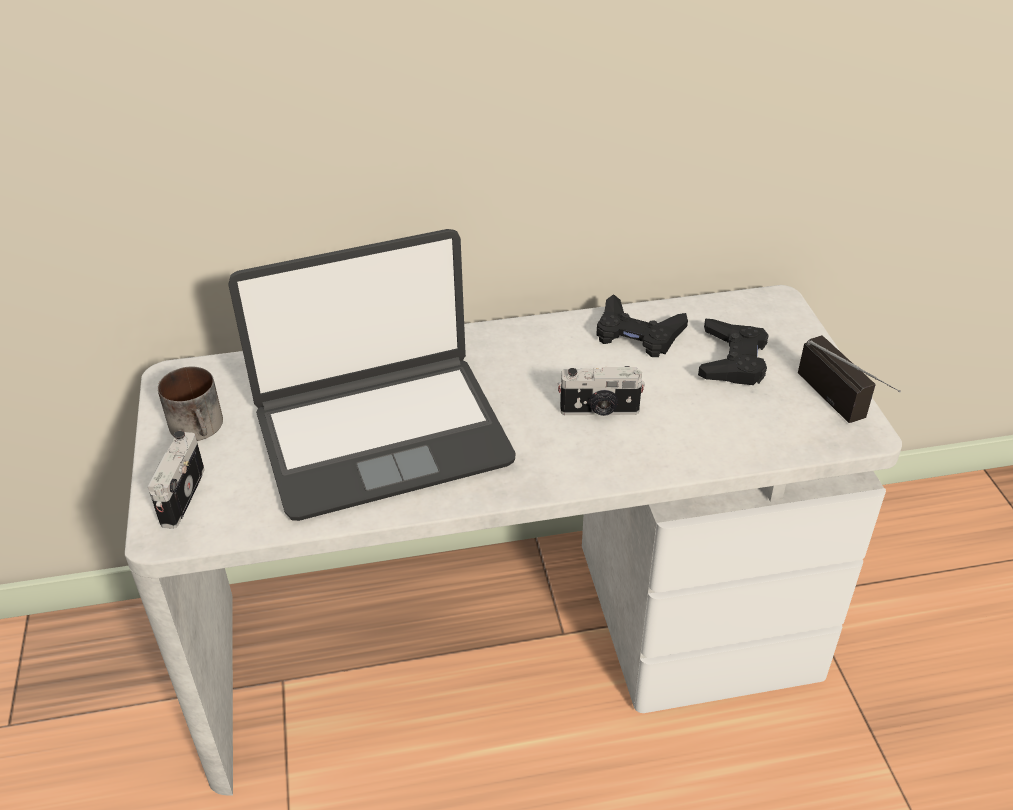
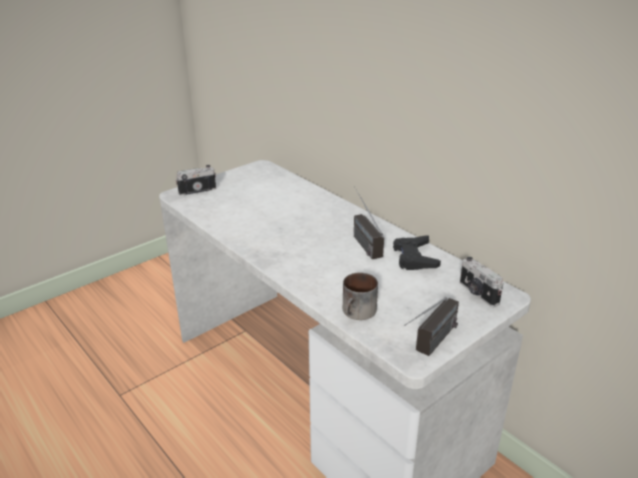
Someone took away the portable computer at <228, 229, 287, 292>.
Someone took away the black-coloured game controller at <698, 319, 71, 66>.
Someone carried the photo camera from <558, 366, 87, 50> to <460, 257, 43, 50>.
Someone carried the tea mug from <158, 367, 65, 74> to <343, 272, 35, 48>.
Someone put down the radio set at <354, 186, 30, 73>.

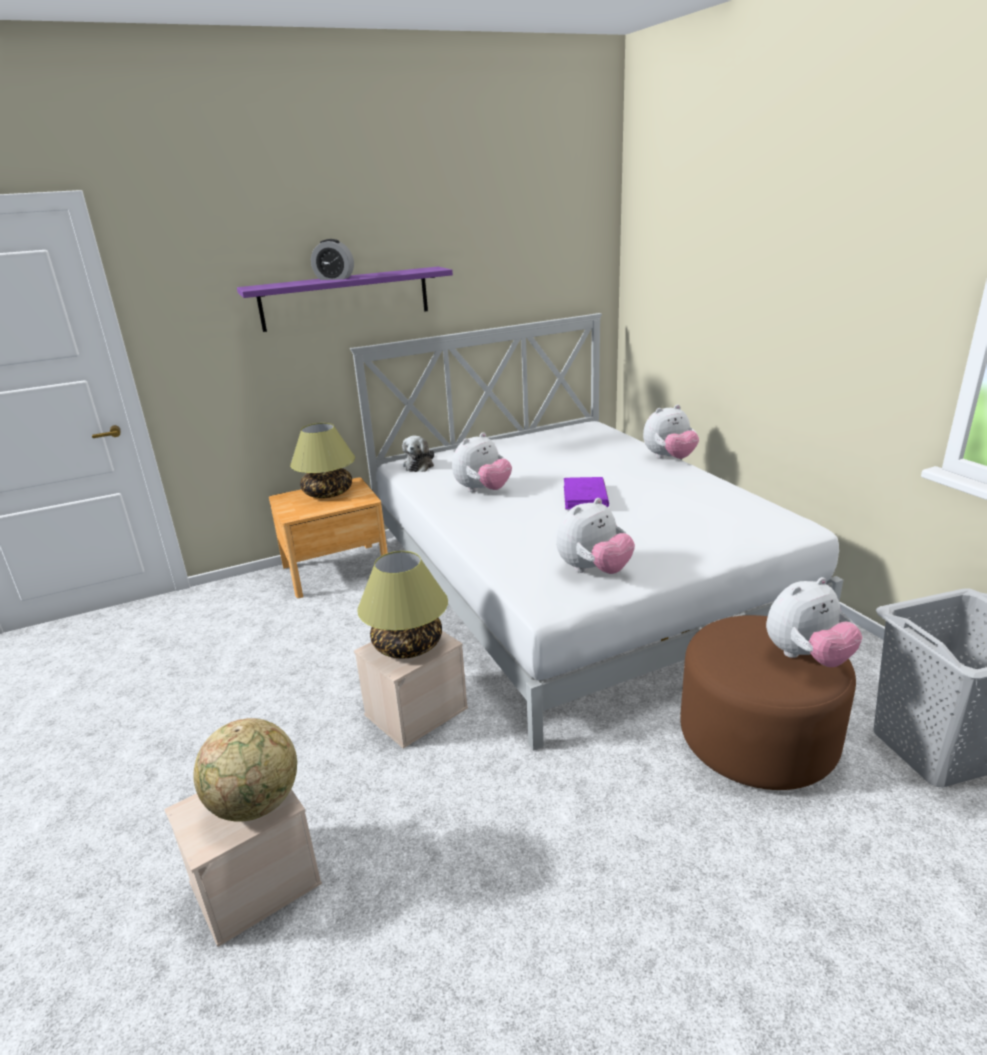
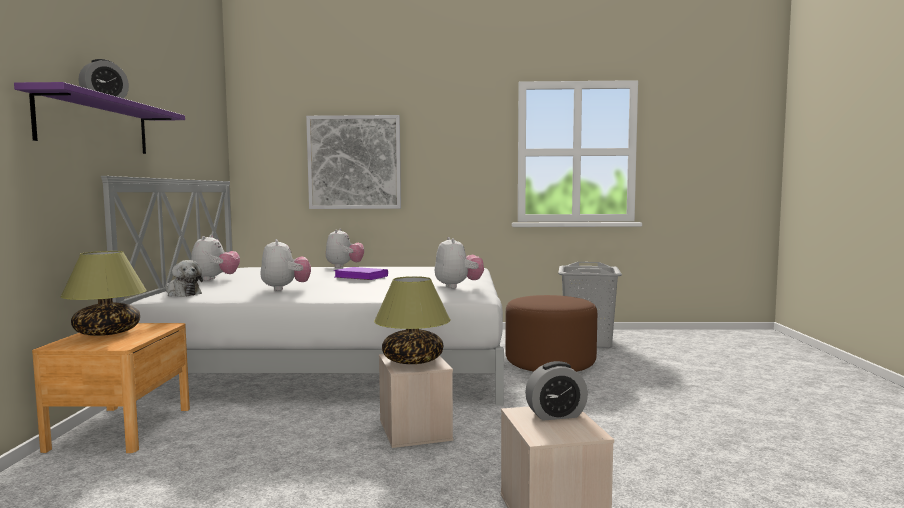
Someone carried the soft toy from <766, 577, 96, 90> to <191, 235, 49, 46>.
Someone swapped the world globe at <194, 718, 103, 104> for the bedside clock at <525, 361, 63, 60>.
Someone put up the wall art at <306, 115, 95, 94>.

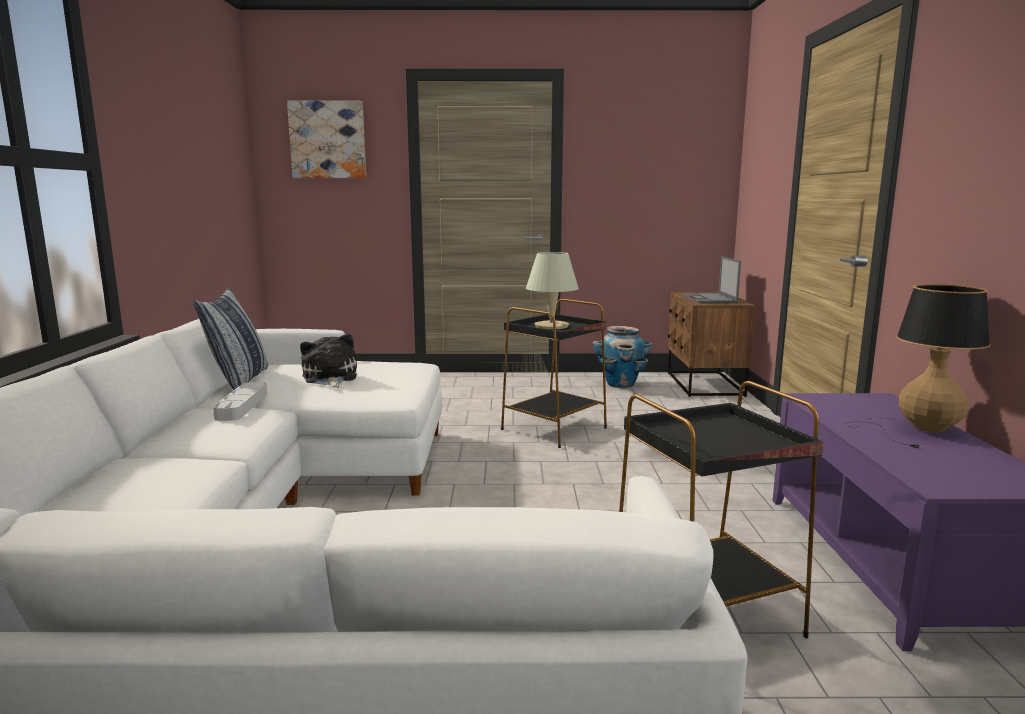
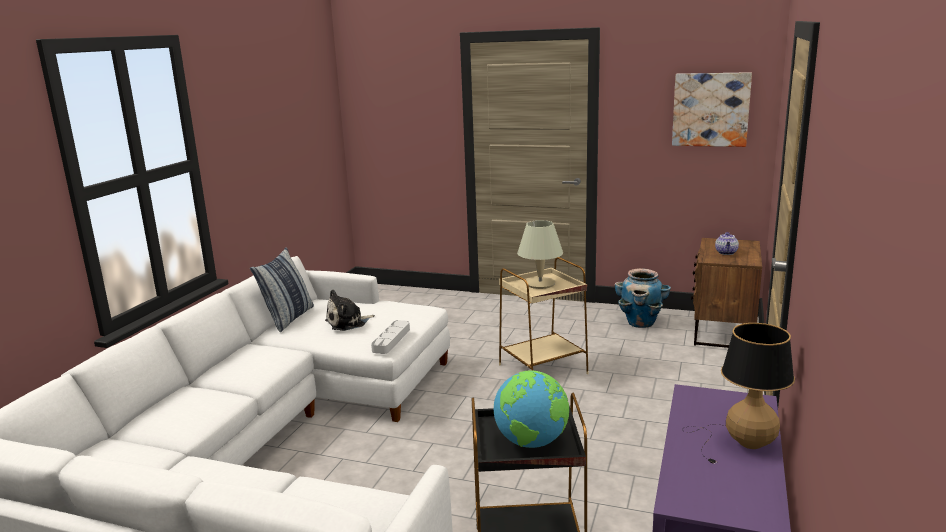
Someone carried the wall art from <287, 101, 79, 77> to <672, 72, 80, 75>.
Someone swapped the portable computer at <683, 256, 58, 47> for the pot for tea at <715, 232, 24, 23>.
Someone repainted the black-coloured end table at <501, 299, 106, 149>, which became the beige-coloured end table at <499, 257, 90, 117>.
Someone rotated the soft toy at <300, 334, 57, 54> by 120 degrees counterclockwise.
Someone carried the gray tray from <213, 382, 54, 39> to <371, 320, 39, 34>.
Someone put down the world globe at <494, 370, 75, 78>.

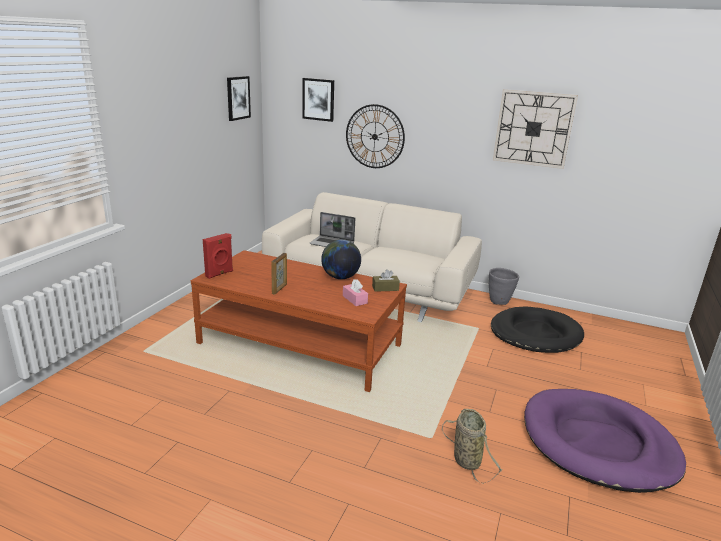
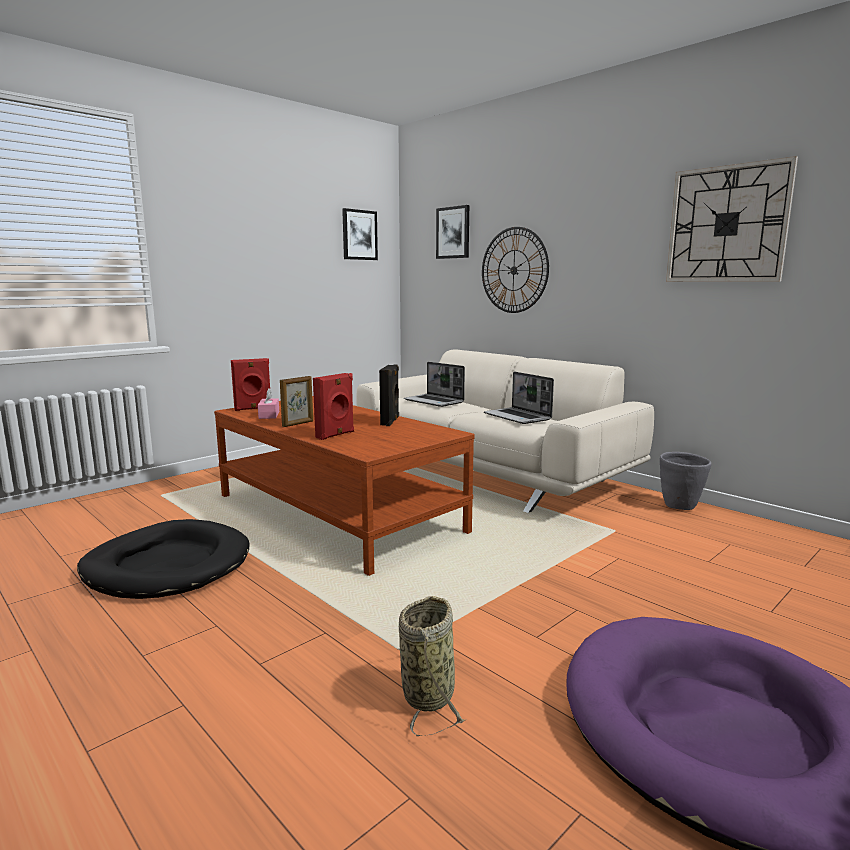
Someone swapped the world globe at <321, 240, 40, 39> for the black-coloured loudspeaker at <379, 364, 20, 62>.
Someone took away the brown box of tissues at <372, 269, 28, 23>.
Someone carried the pinkish box of tissues from <343, 279, 25, 27> to <258, 388, 21, 31>.
Someone carried the black-coloured dog cushion from <491, 307, 93, 46> to <77, 519, 173, 80>.
Someone put down the portable computer at <484, 372, 70, 52>.
Someone put down the red-coloured loudspeaker at <313, 373, 41, 67>.

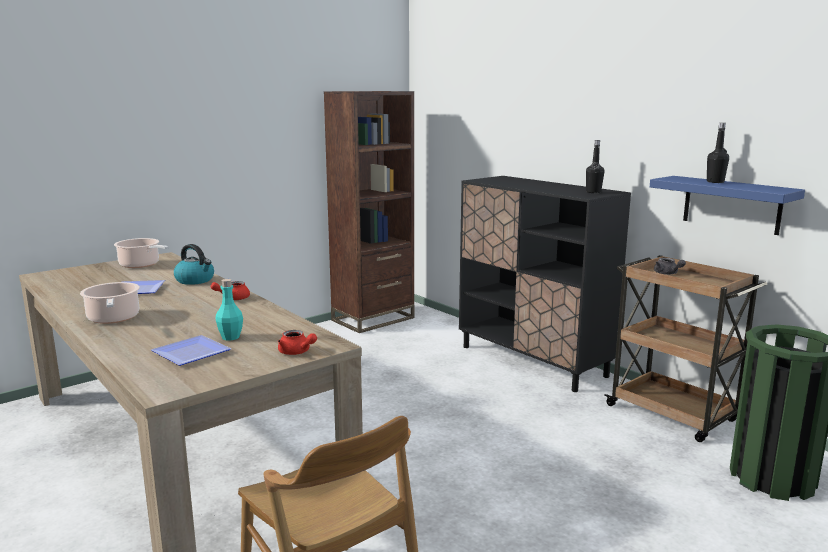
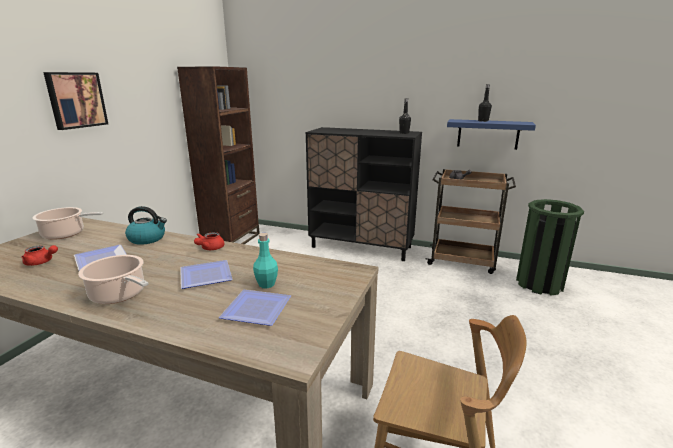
Someone carried the red-coloured pot for tea from <278, 330, 39, 25> to <22, 245, 36, 21>.
Someone put up the wall art at <43, 72, 65, 58>.
Someone put down the flat dish at <180, 260, 53, 29>.

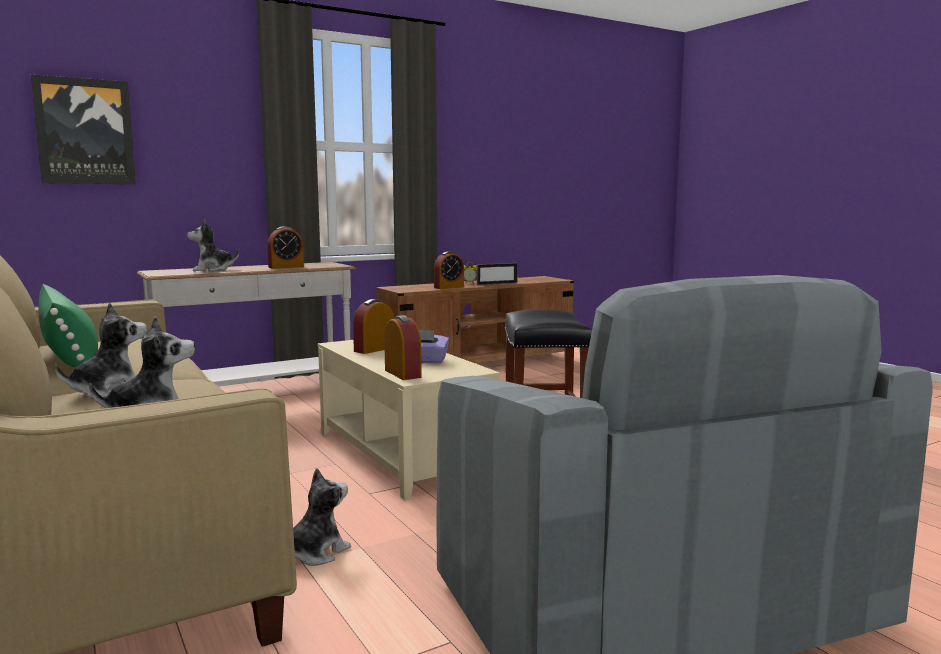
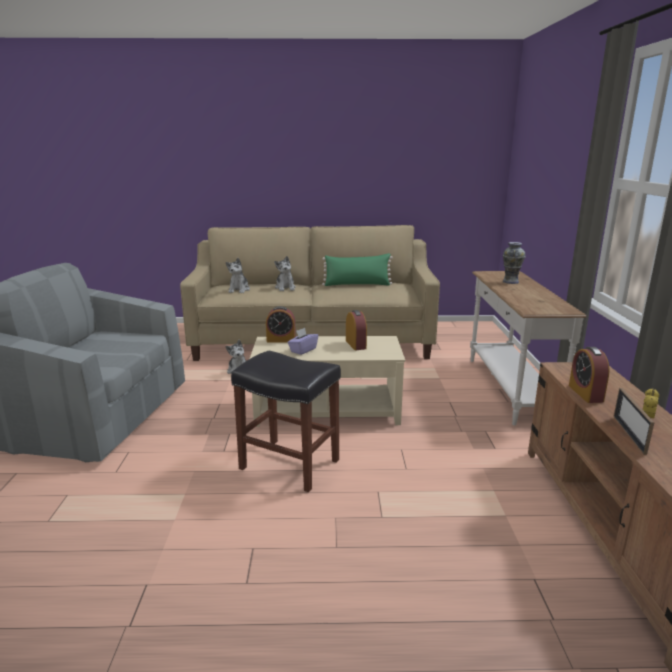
Someone took away the wall art at <31, 74, 105, 110>.
Someone swapped the soft toy at <187, 219, 52, 52> for the vase at <503, 242, 23, 42>.
Someone took away the bedside clock at <267, 226, 37, 43>.

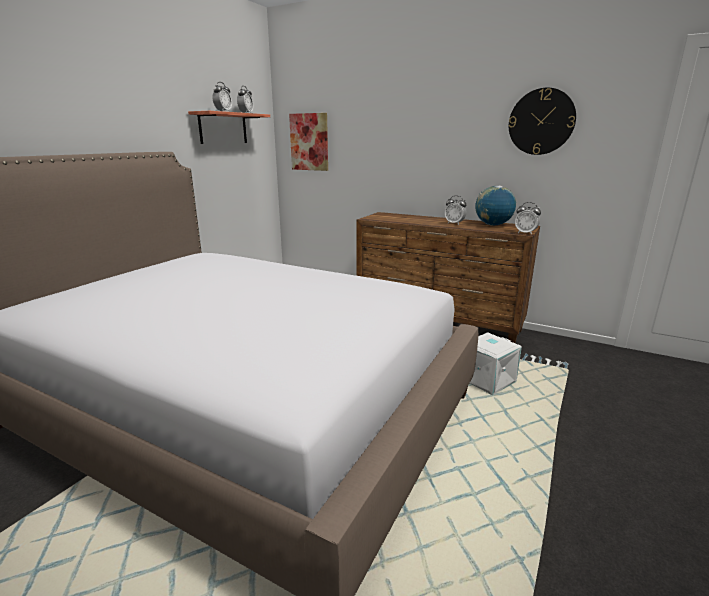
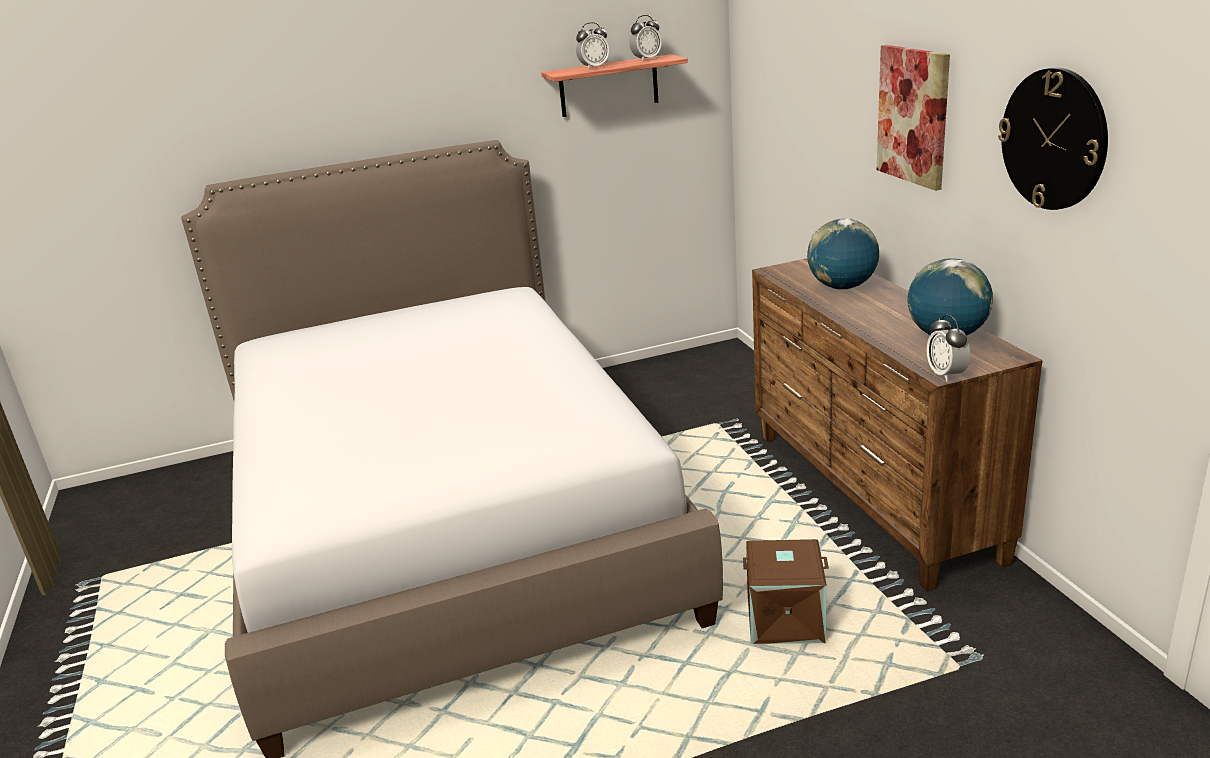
Someone carried the wall art from <289, 113, 39, 58> to <877, 45, 73, 146>.
Someone took away the bedside clock at <445, 196, 22, 29>.
Someone repainted the white storage container at <470, 332, 52, 63>, which became the brown storage container at <743, 539, 86, 105>.
Someone put down the world globe at <807, 218, 72, 71>.

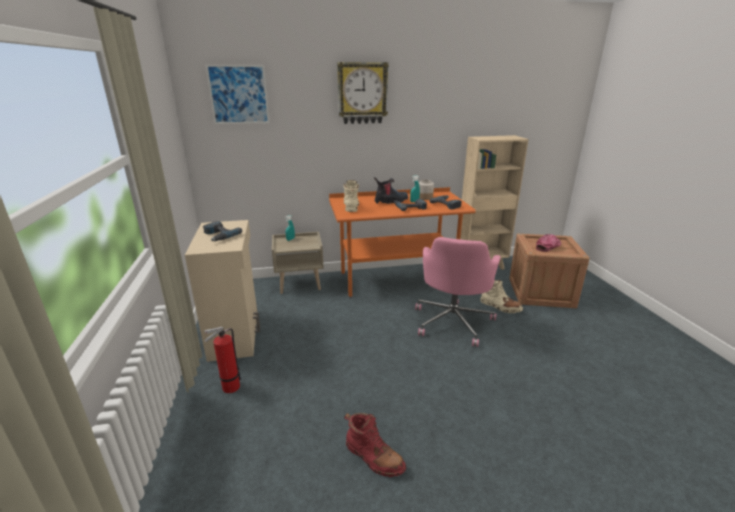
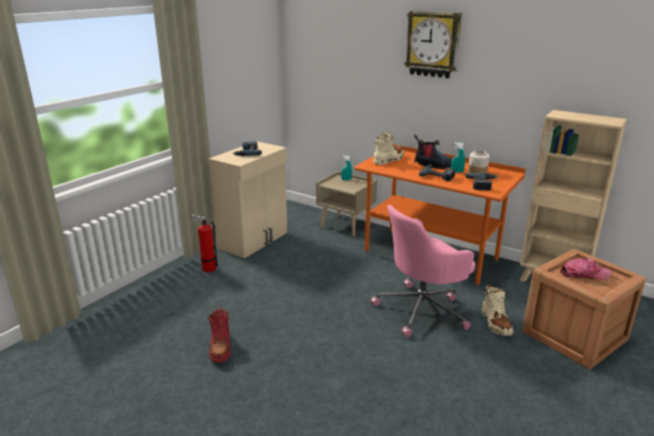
Someone took away the wall art at <206, 65, 64, 59>.

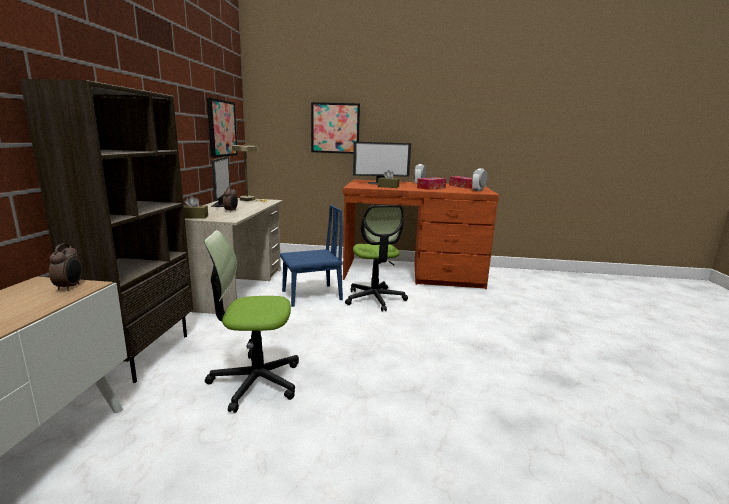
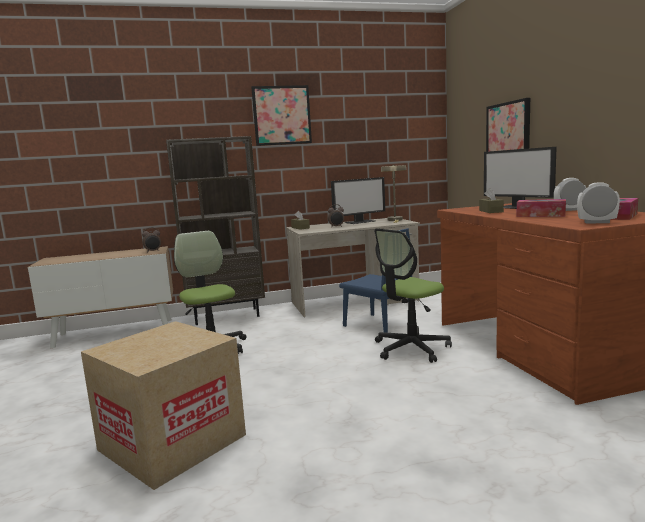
Someone carried the wall art from <207, 98, 31, 59> to <251, 85, 61, 61>.
Someone put down the carton at <81, 321, 165, 169>.

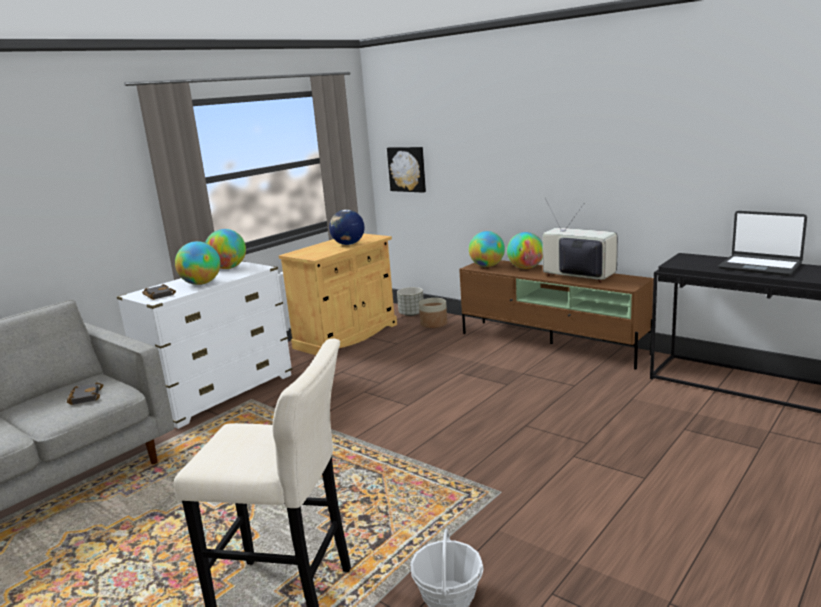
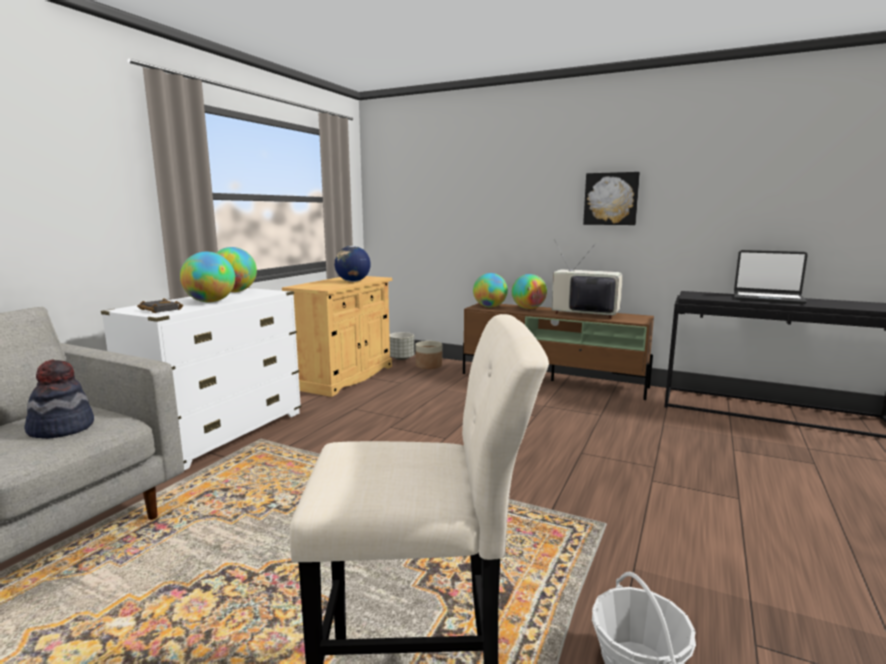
Someone carried the wall art from <387, 147, 39, 46> to <583, 172, 57, 53>.
Someone swapped the black-coloured volume at <67, 382, 36, 23> for the clothing hat at <24, 360, 70, 79>.

